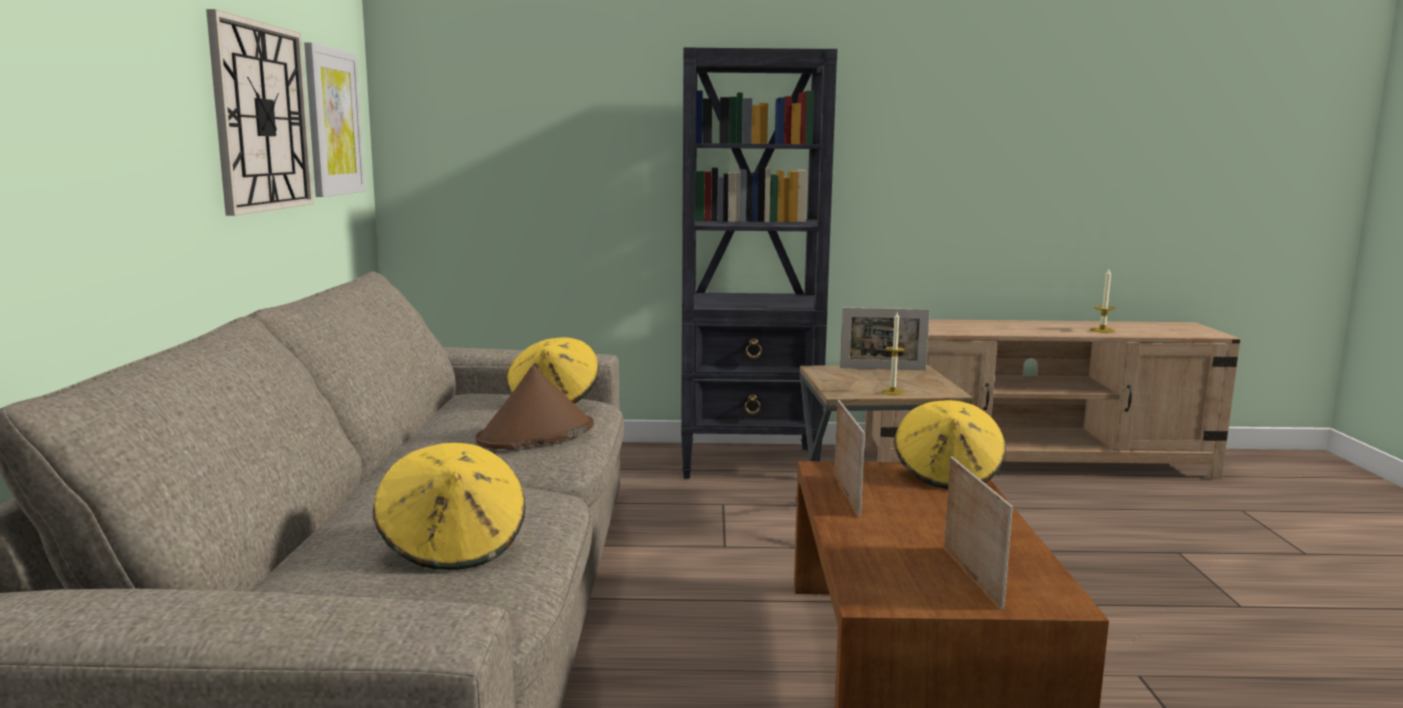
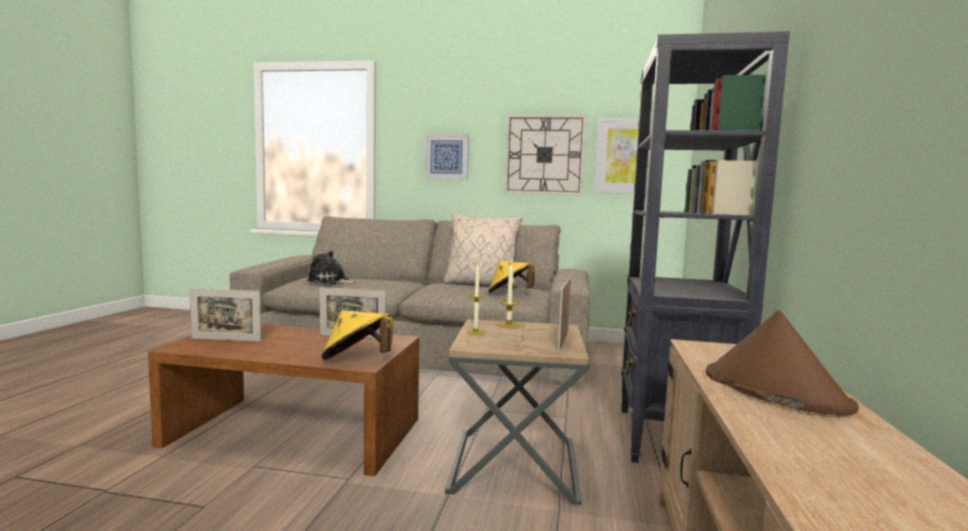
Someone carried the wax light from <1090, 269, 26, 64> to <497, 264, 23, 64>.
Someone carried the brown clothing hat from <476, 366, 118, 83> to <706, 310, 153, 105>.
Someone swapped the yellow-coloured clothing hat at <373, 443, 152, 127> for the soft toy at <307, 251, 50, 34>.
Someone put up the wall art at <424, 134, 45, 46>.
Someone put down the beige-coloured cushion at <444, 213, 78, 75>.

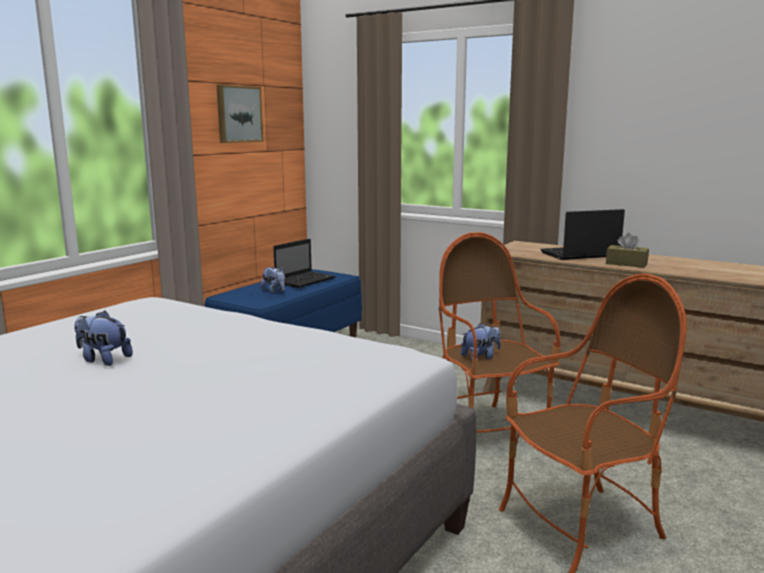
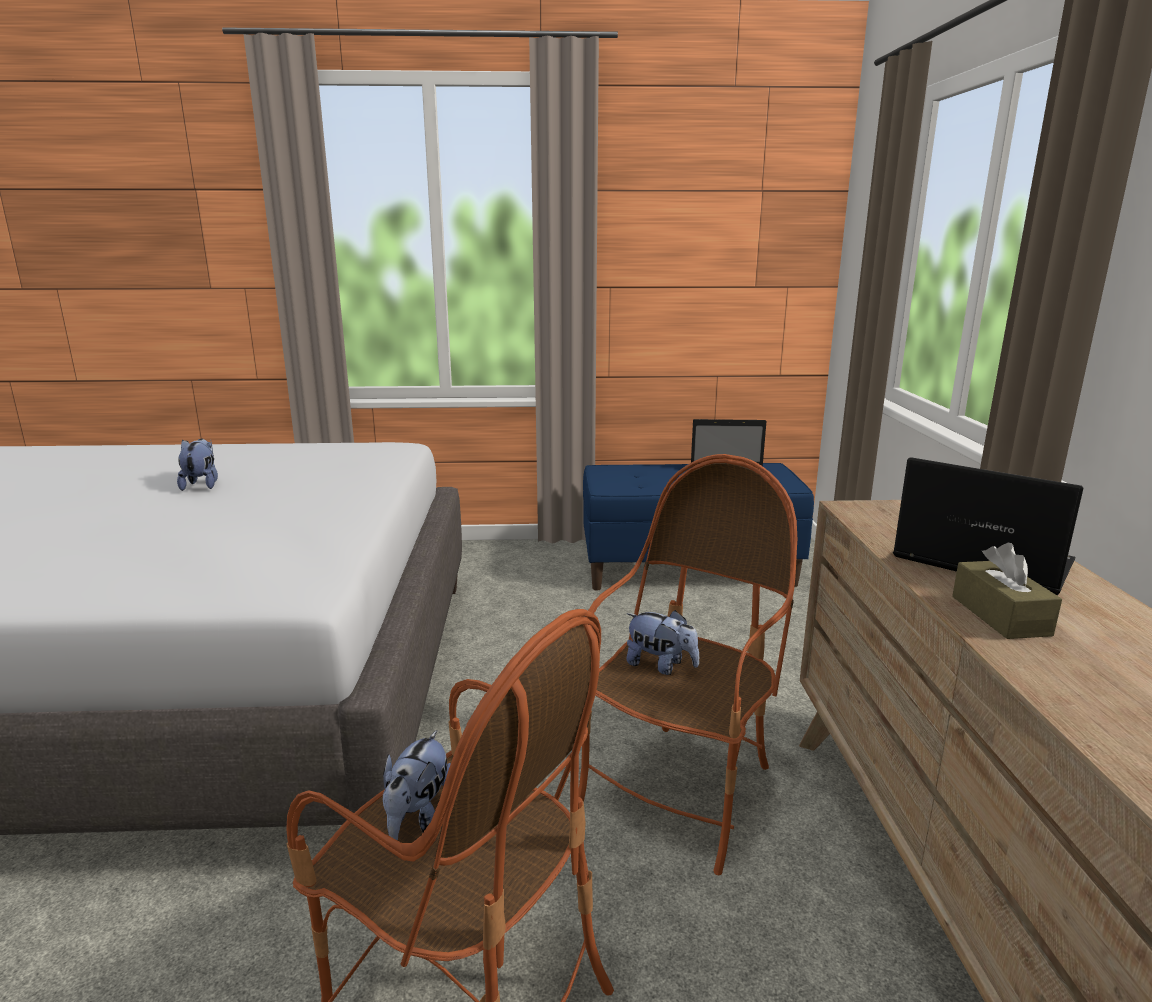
Someone took away the wall art at <216, 85, 47, 58>.
Someone carried the soft toy from <261, 267, 24, 27> to <383, 730, 68, 110>.

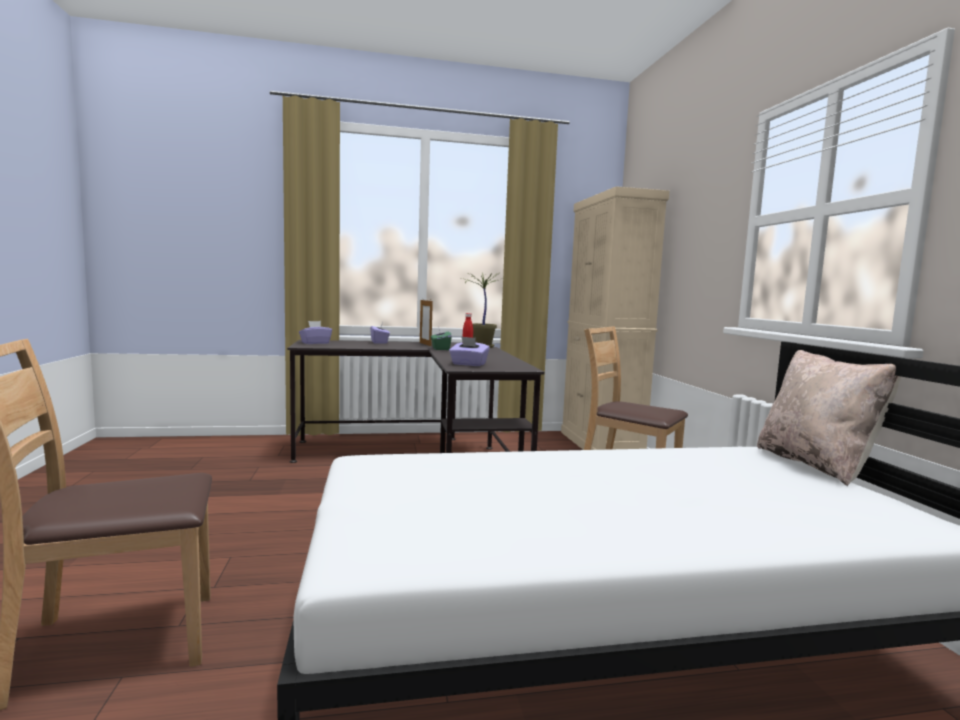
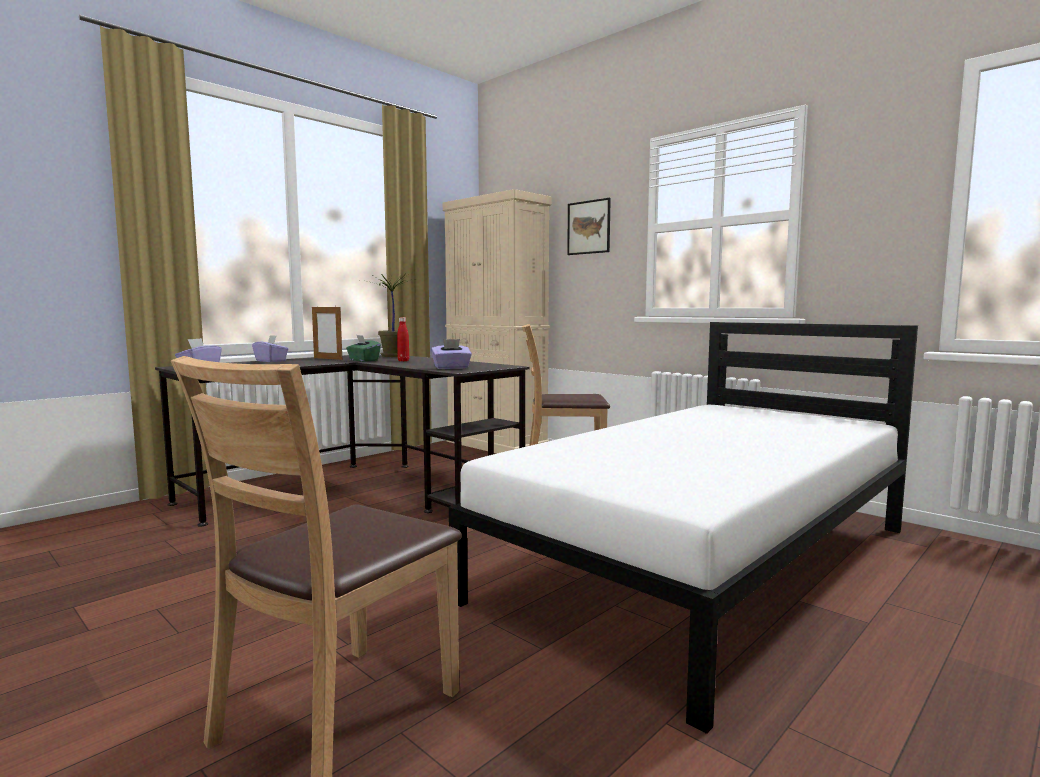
Someone took away the beige-coloured cushion at <757, 350, 144, 136>.
Someone put up the wall art at <567, 198, 44, 57>.

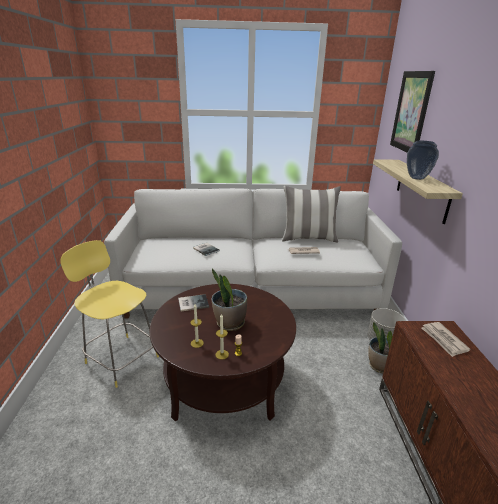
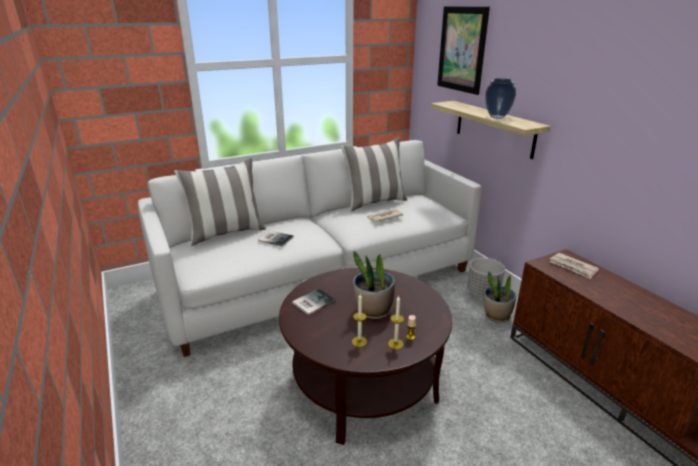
Someone took away the yellow-coloured stool seat at <60, 240, 99, 148>.
Someone put down the cushion at <174, 158, 92, 88>.

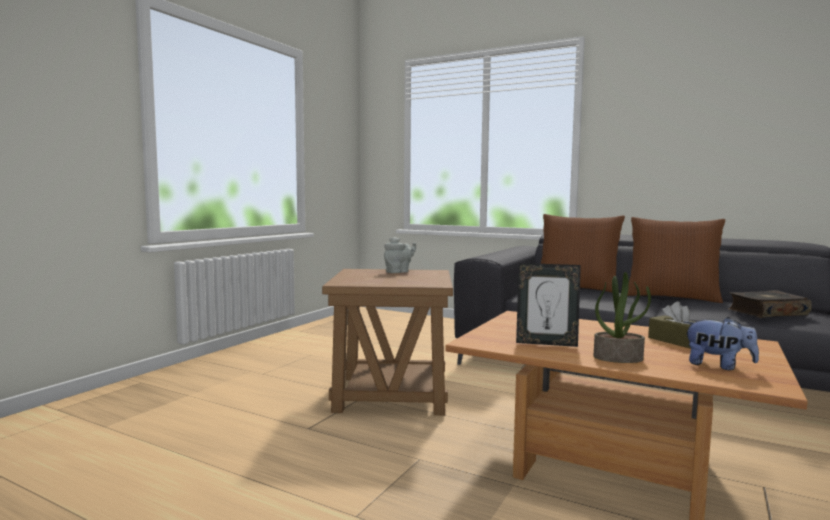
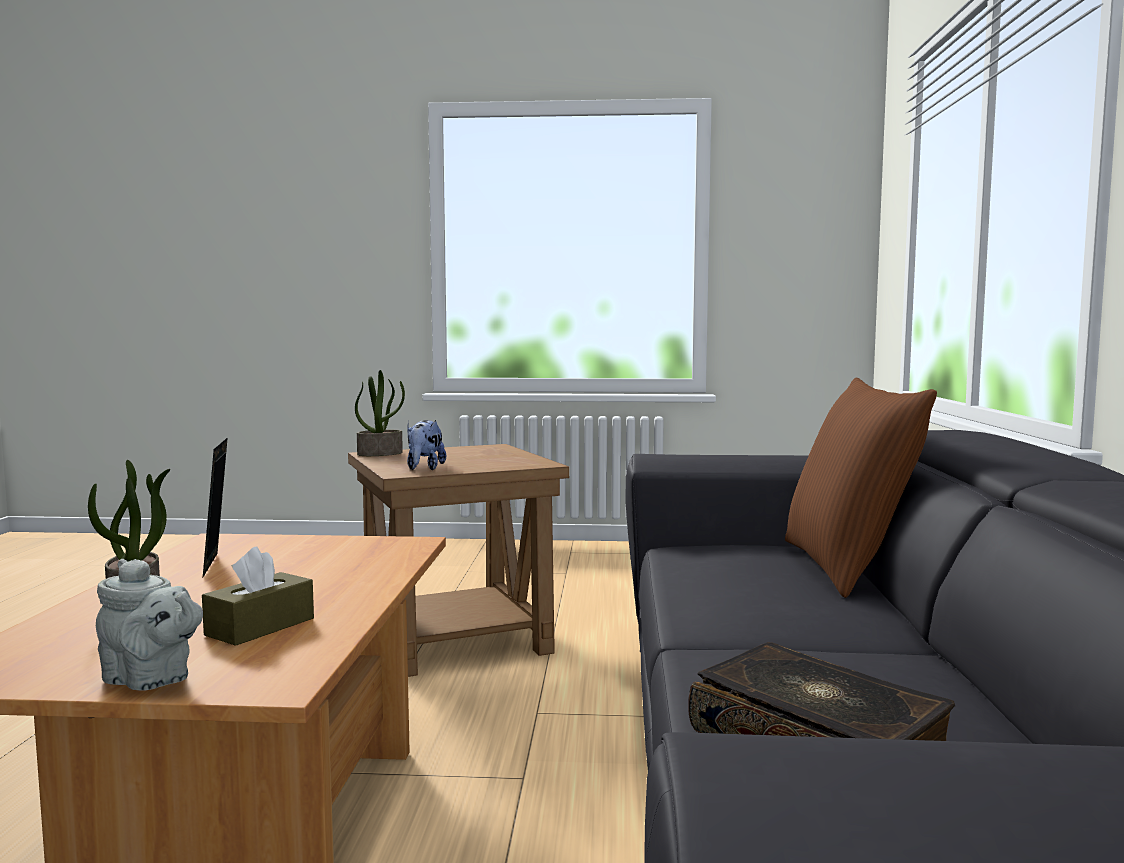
Someone took away the brown cushion at <627, 217, 98, 86>.
Someone carried the gray pot for tea from <384, 237, 32, 36> to <96, 559, 107, 132>.
Someone carried the soft toy from <684, 317, 75, 53> to <407, 420, 39, 50>.
Someone put down the houseplant at <355, 370, 50, 86>.

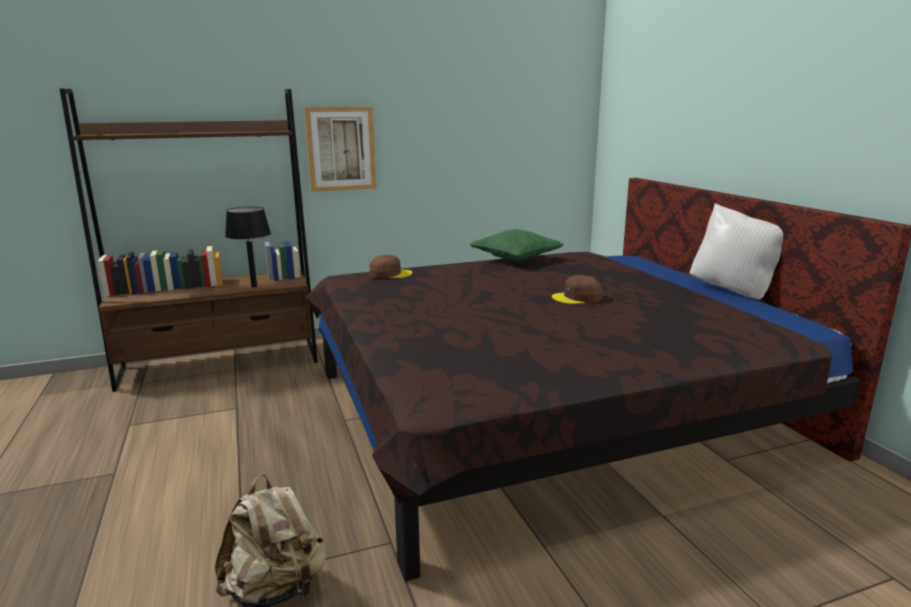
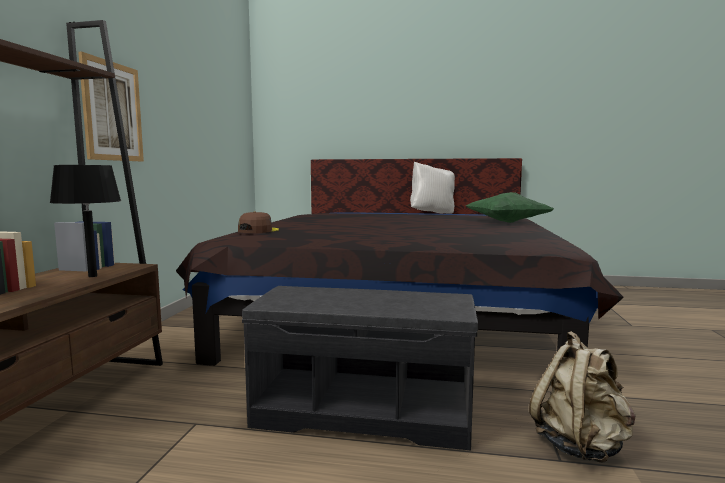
Someone carried the green cushion from <469, 229, 95, 33> to <466, 192, 88, 31>.
Someone took away the brown peaked cap at <552, 275, 50, 29>.
Someone put down the gray indoor bench at <242, 286, 236, 165>.

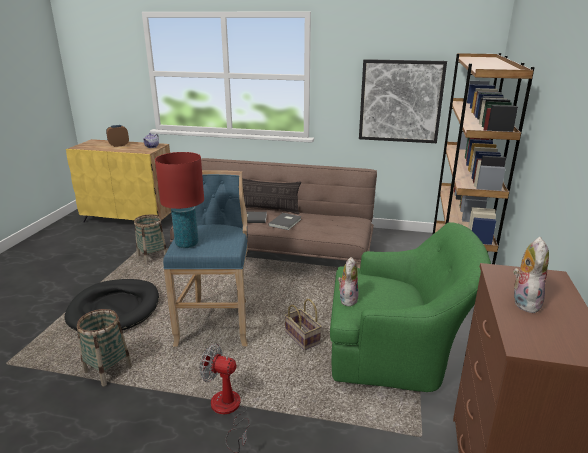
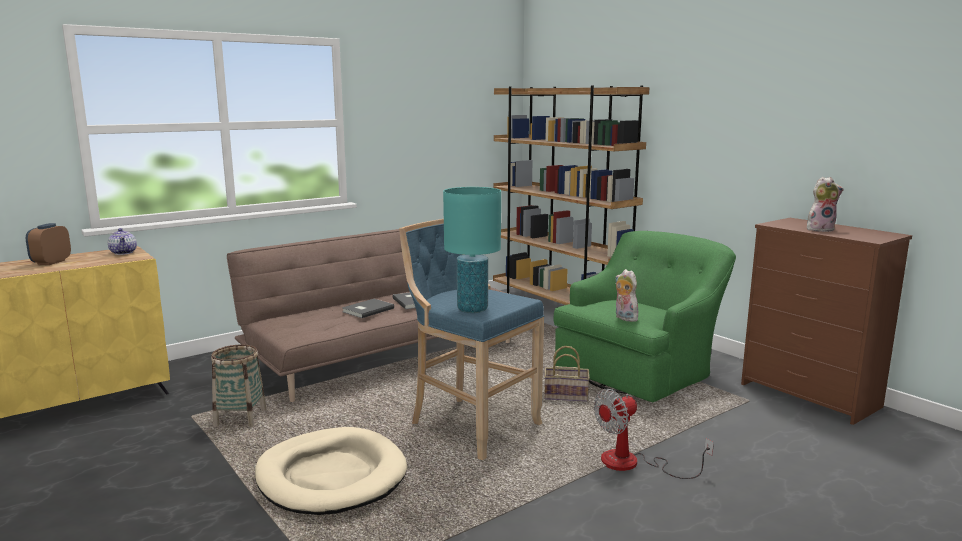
Someone took away the wall art at <359, 59, 88, 84>.
Someone repainted the red-coloured table lamp at <155, 152, 49, 96>, which became the turquoise-coloured table lamp at <443, 187, 58, 126>.
Someone took away the cushion at <242, 178, 59, 36>.
Someone rotated the soft toy at <513, 237, 36, 76> by 120 degrees clockwise.
Someone repainted the black-coloured dog cushion at <65, 279, 94, 52>, which became the beige-coloured dog cushion at <255, 427, 152, 88>.
Someone took away the storage basket at <77, 309, 55, 77>.

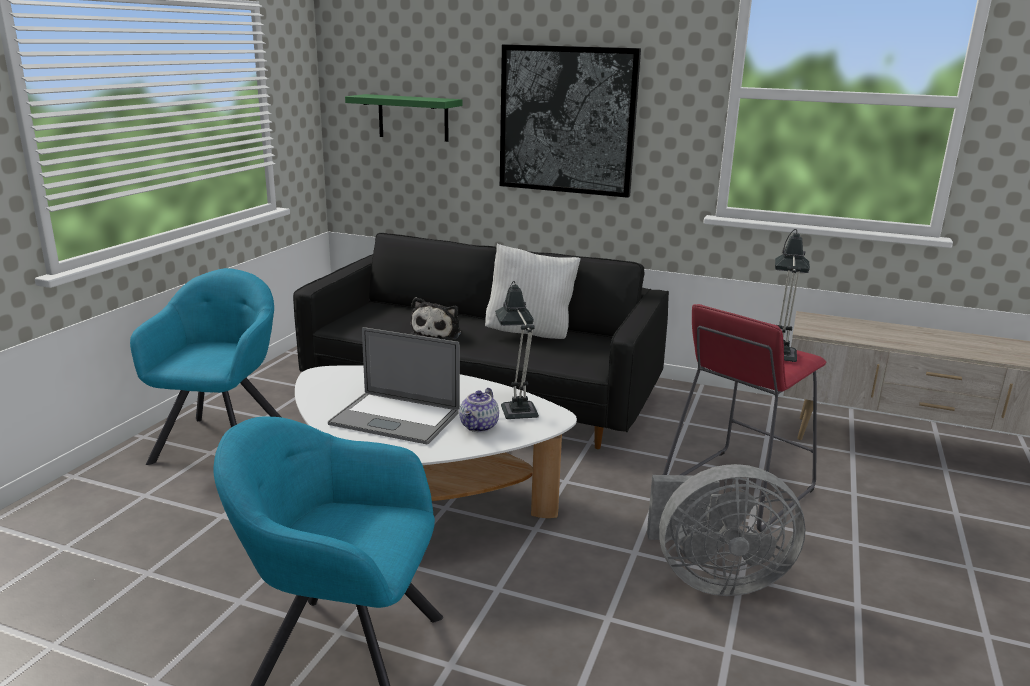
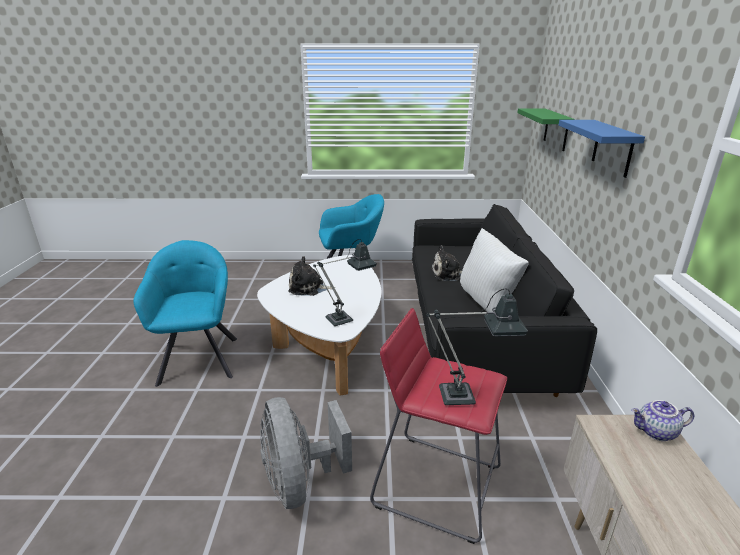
Someone swapped the wall art at <500, 44, 141, 154> for the blue-coloured bracket shelf at <559, 120, 86, 58>.
Someone swapped the portable computer at <328, 327, 132, 118> for the soft toy at <288, 256, 47, 40>.
Someone carried the pot for tea from <459, 388, 40, 44> to <631, 400, 63, 41>.

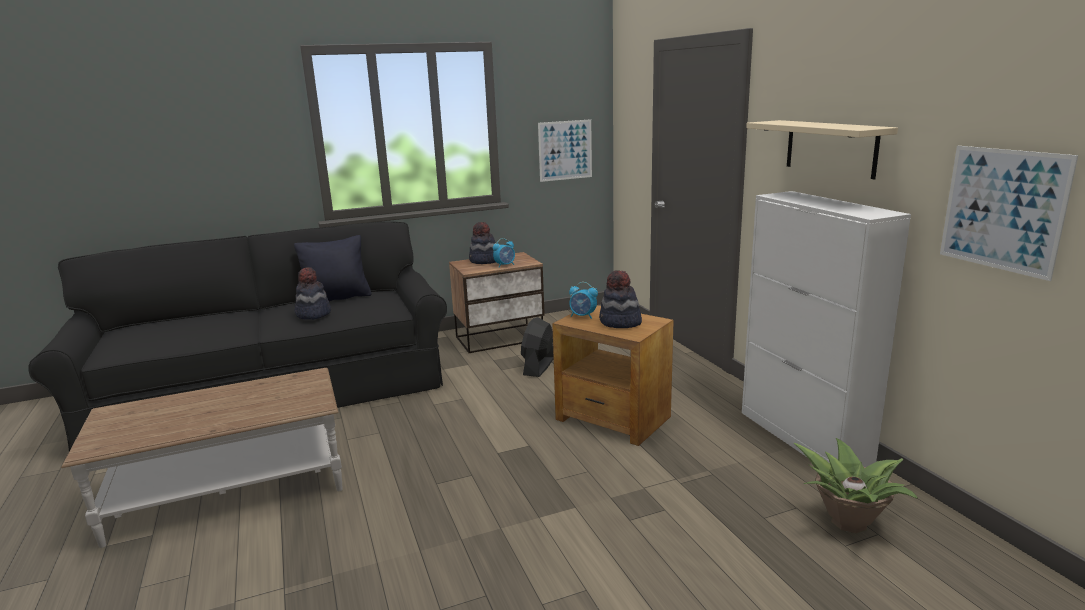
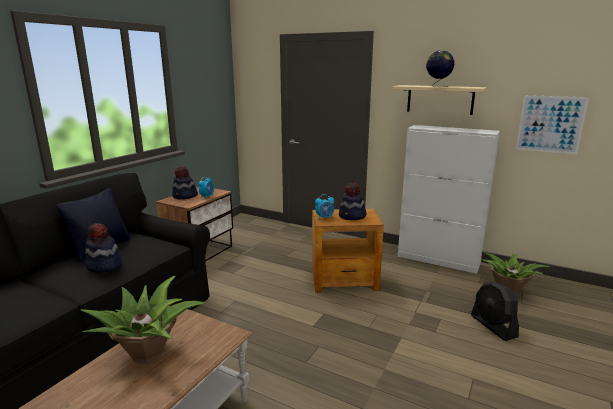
Someone took away the wall art at <538, 119, 54, 63>.
Someone carried the black-coloured cooling fan from <521, 317, 33, 60> to <471, 282, 48, 59>.
Someone put down the world globe at <426, 50, 28, 37>.
Someone put down the houseplant at <81, 276, 124, 88>.

